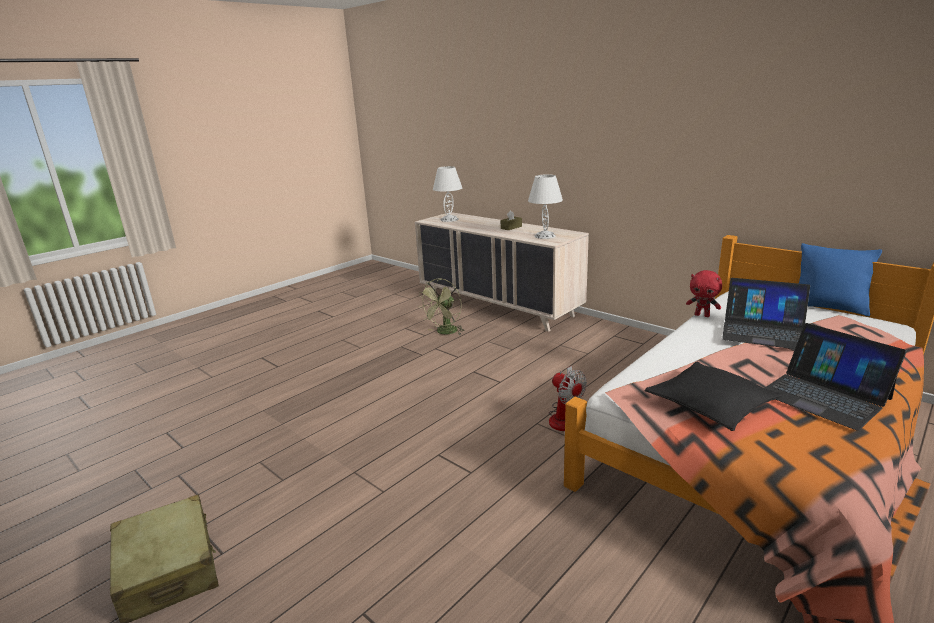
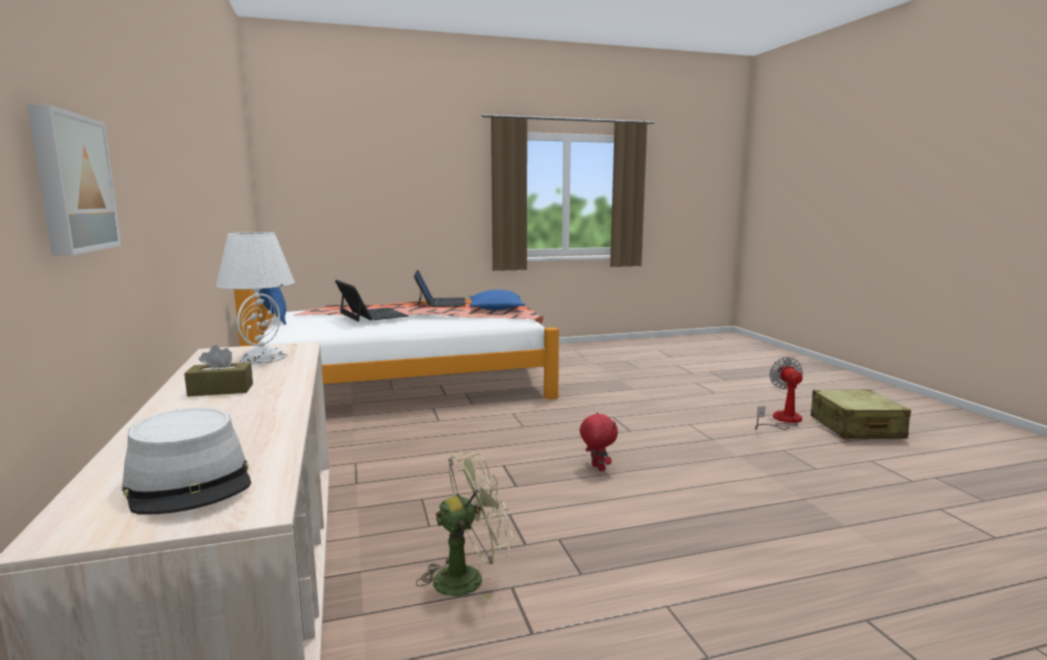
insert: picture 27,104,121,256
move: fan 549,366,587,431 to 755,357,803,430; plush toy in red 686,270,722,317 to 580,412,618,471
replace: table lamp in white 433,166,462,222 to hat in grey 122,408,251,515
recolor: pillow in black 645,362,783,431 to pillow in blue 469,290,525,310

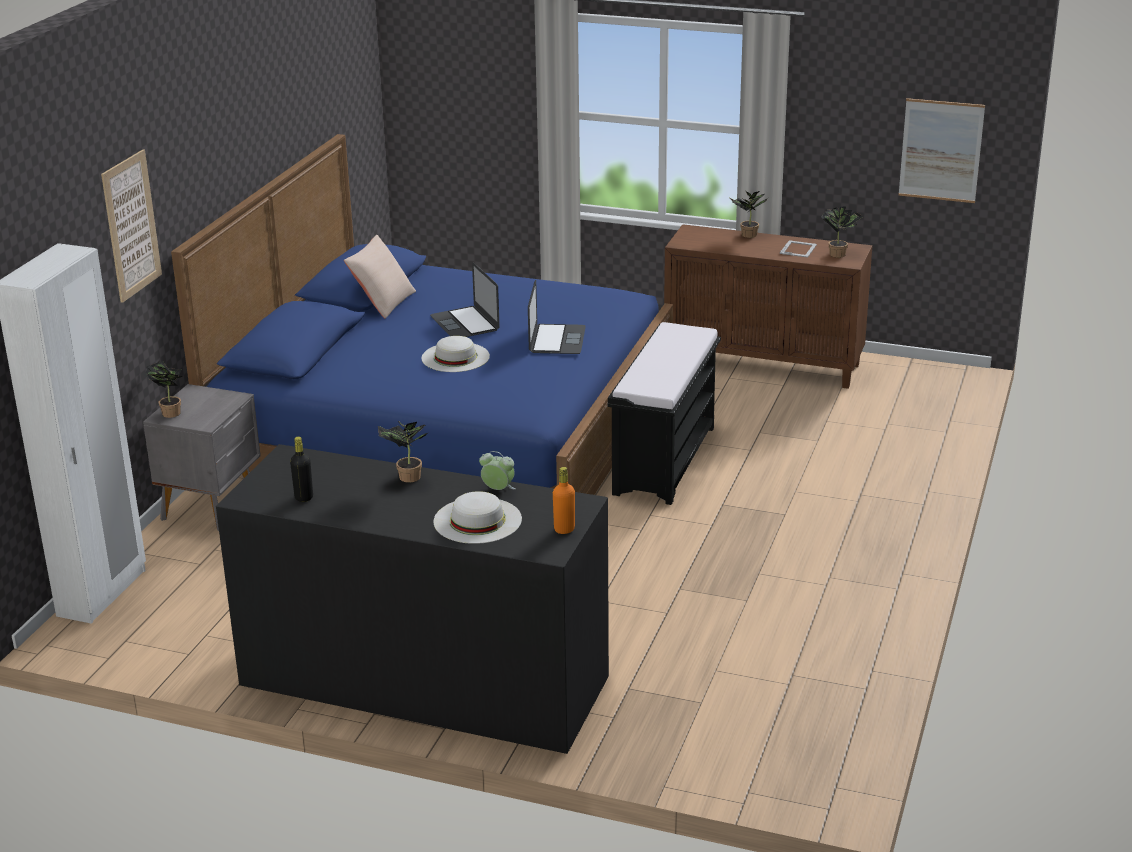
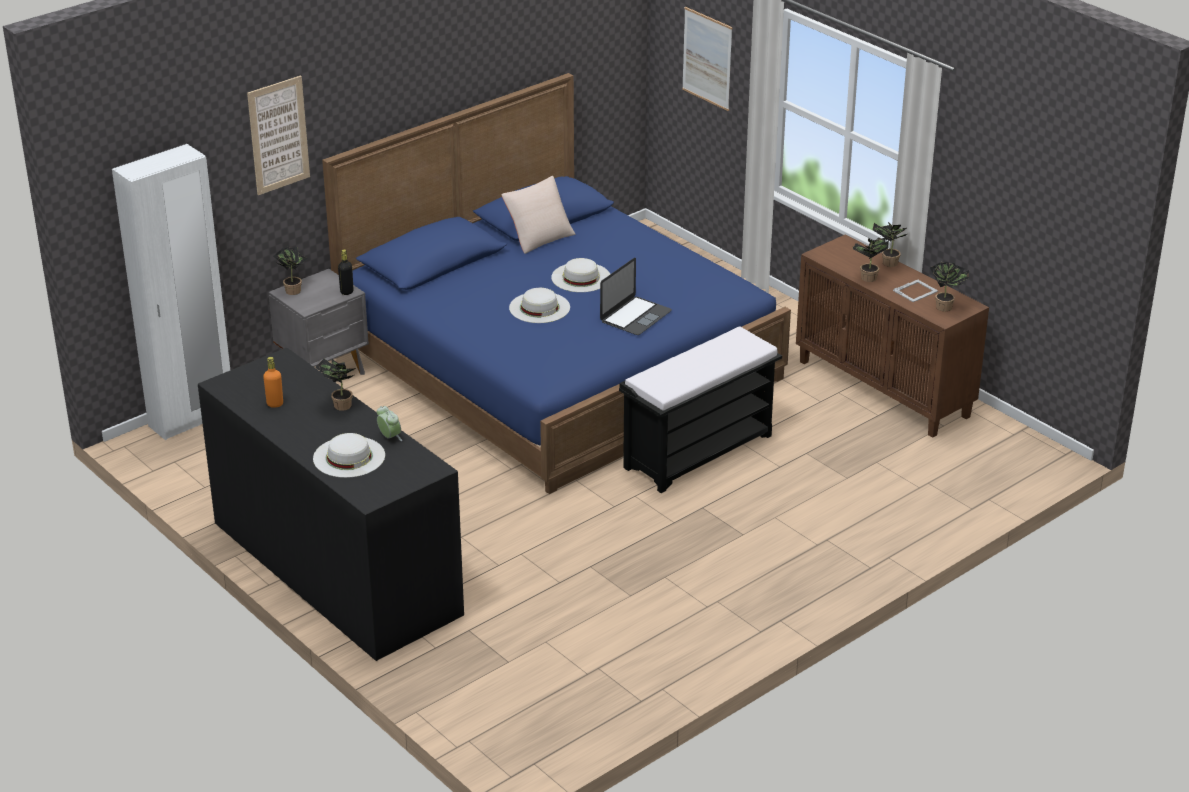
insert: potted plant 852,238,889,282
move: bottle in black 290,437,313,502 to 338,250,353,295; bottle in orange 553,467,575,534 to 263,357,283,408; picture 899,98,985,203 to 682,7,732,111
replace: laptop 430,262,500,337 to hat in white 551,258,610,292

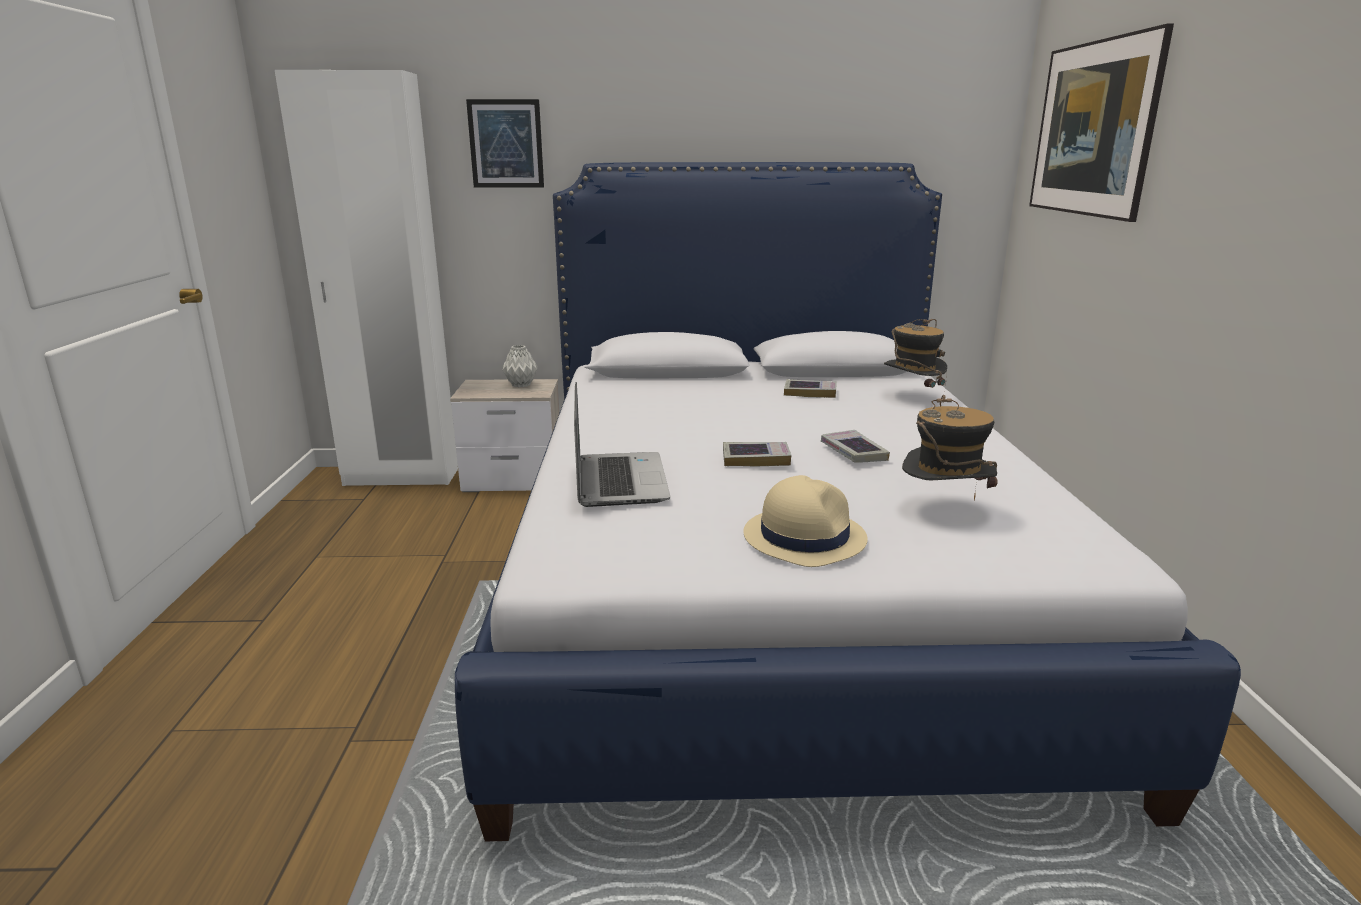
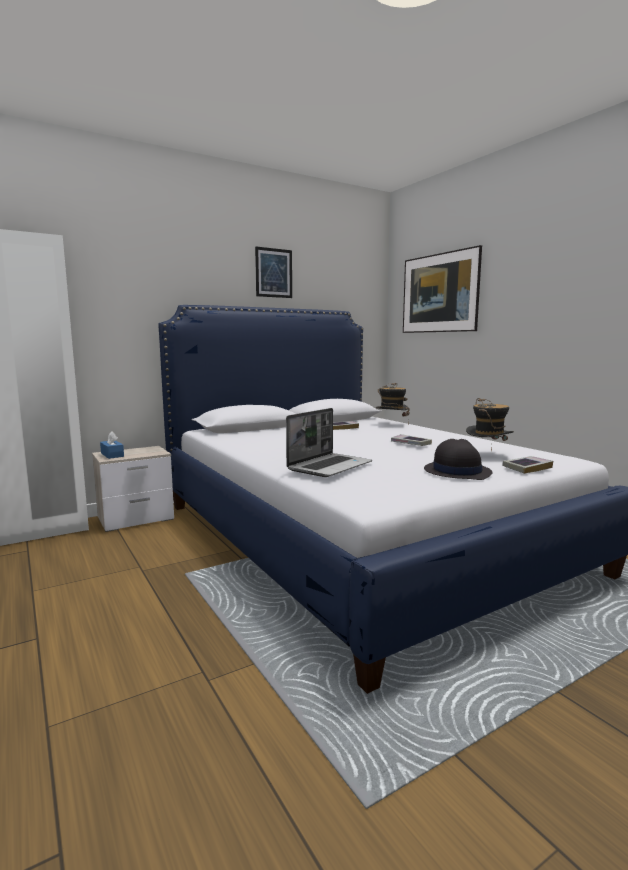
delete: vase in grey 502,345,538,387
insert: tissue box in blue 100,432,124,459
move: picture 466,99,544,188 to 255,247,292,298; book 723,442,792,466 to 502,456,553,474
recolor: hat in beige 743,475,868,567 to hat in black 424,439,493,480
rotate: laptop 574,382,670,507 = 286,408,372,477 75 degrees clockwise

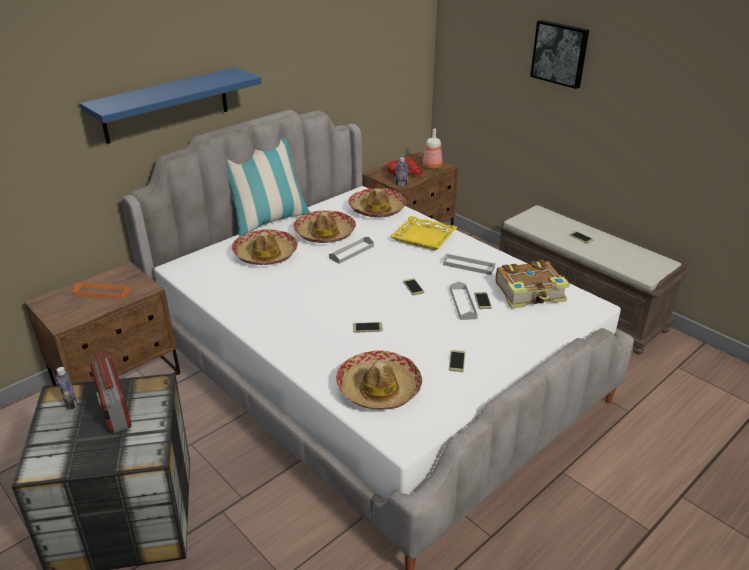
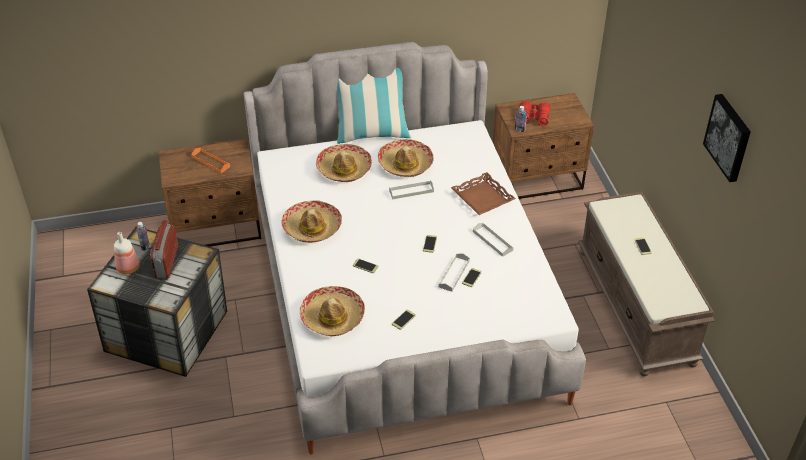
delete: shelf in blue 80,68,262,144; book 496,260,570,309
move: hat 348,188,406,218 to 281,200,342,243; bottle 423,128,442,170 to 114,232,140,274; picture 530,20,589,89 to 703,94,751,182
recolor: tray in yellow 390,216,457,250 to tray in brown 451,172,516,215

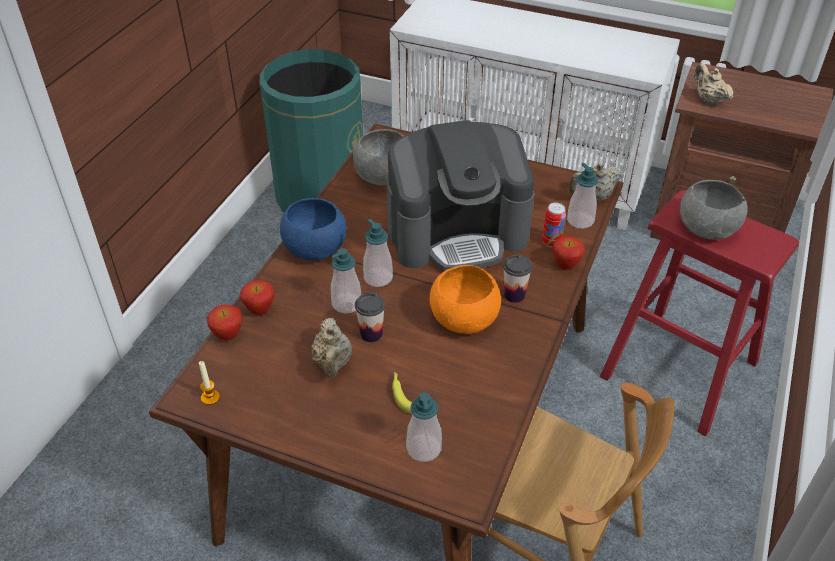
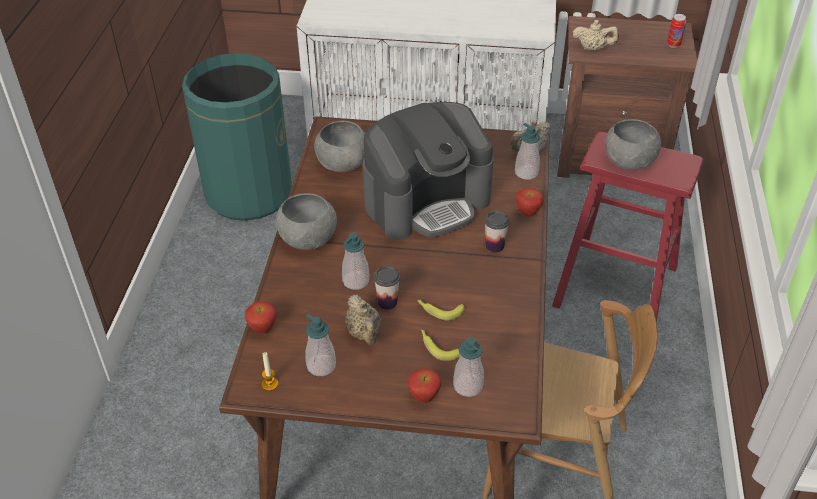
delete: bowl in orange 429,265,501,334
insert: banana 417,300,464,321
move: apple 240,280,275,315 to 408,368,441,403; soap dispenser 363,219,393,287 to 305,314,336,376; can 542,202,566,247 to 667,14,686,48
recolor: bowl in blue 280,198,347,260 to bowl in grey 276,193,337,250
rotate: teapot in beige 694,63,733,105 = 573,20,619,51 150 degrees clockwise

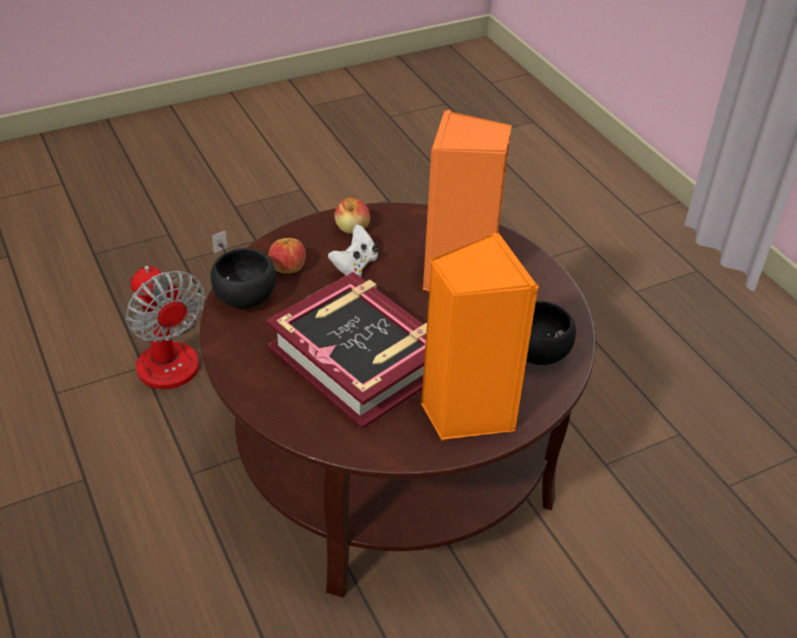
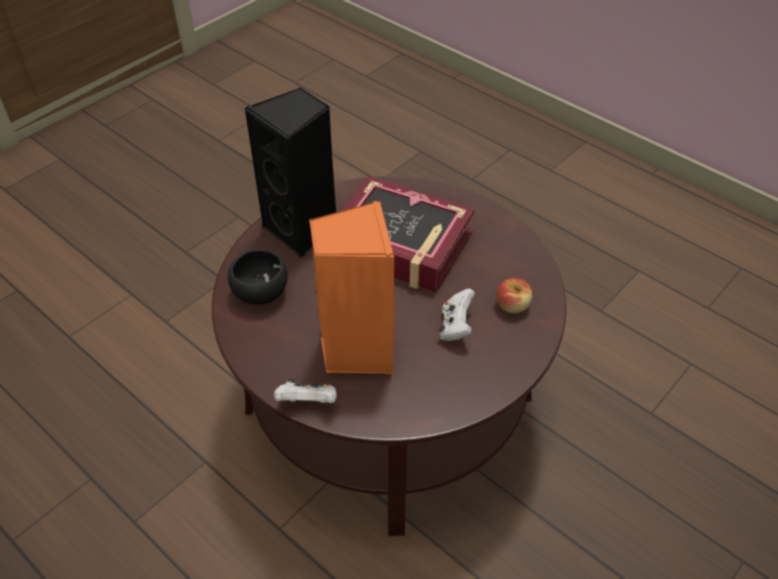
delete: fan 126,231,228,389; bowl in black 211,248,276,308; apple 334,198,370,234
insert: game controller in white 274,379,337,403
recolor: speaker in orange 421,232,539,441 to speaker in black 245,87,336,258

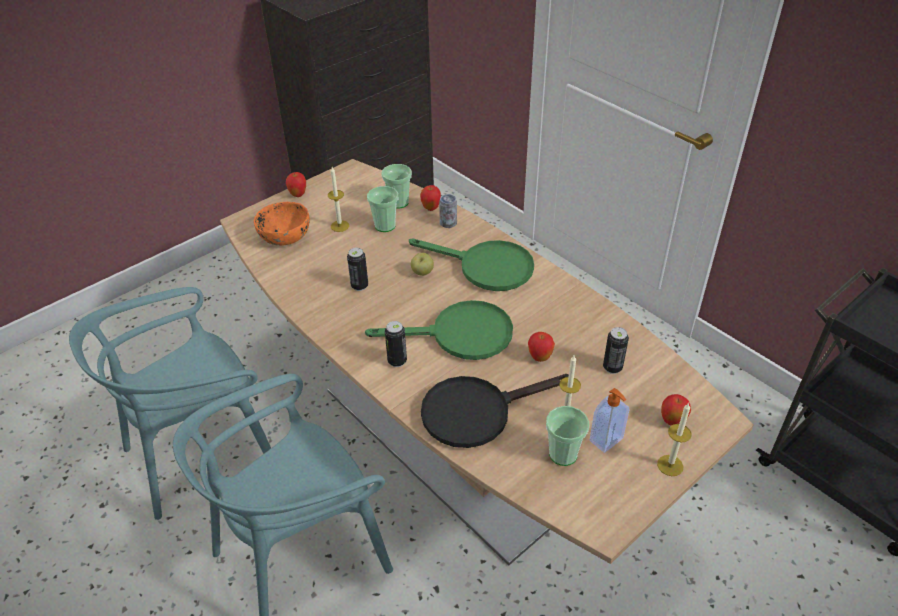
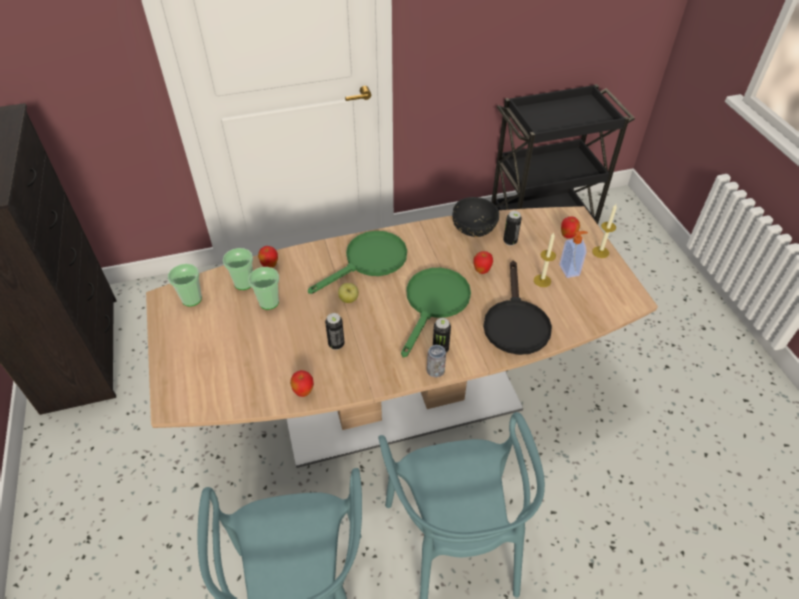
delete: bowl in orange 254,202,310,246; candle 328,167,349,232
insert: bowl in black 452,197,499,237
move: apple 286,172,306,197 to 290,370,314,397; can 439,194,457,228 to 427,345,446,377; cup 546,406,589,466 to 168,264,202,307

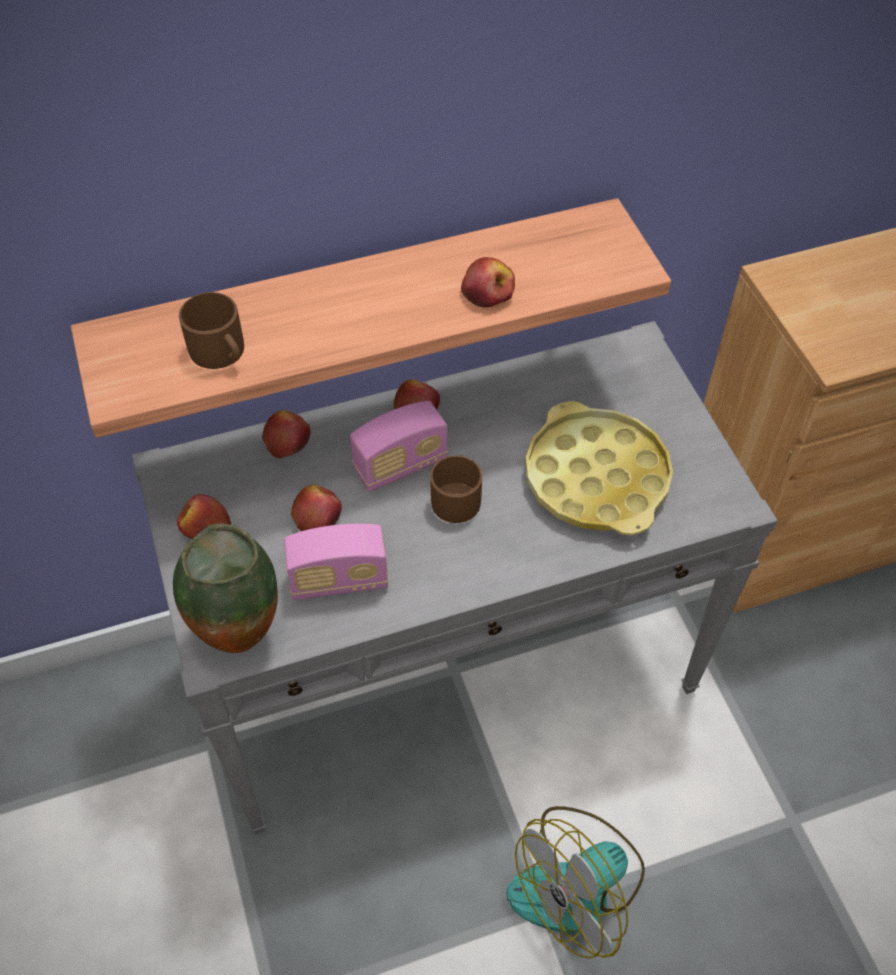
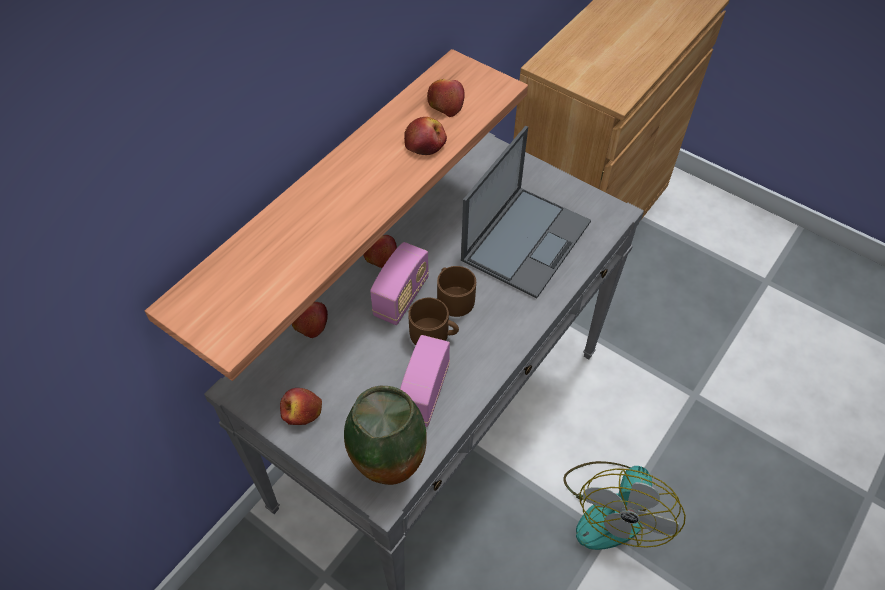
move: mug in brown 179,292,244,369 to 408,298,459,345; apple 291,485,342,531 to 427,79,465,117
replace: tray in yellow 525,401,673,535 to laptop 461,126,591,299
rotate: radio 284,523,389,600 = 400,335,450,427 150 degrees clockwise

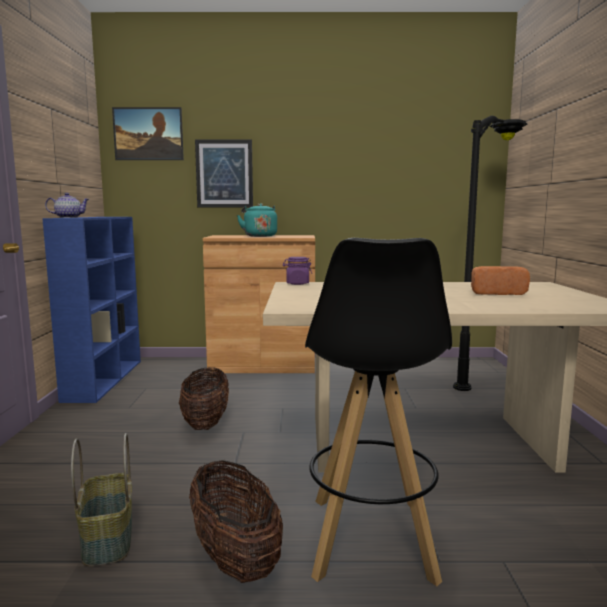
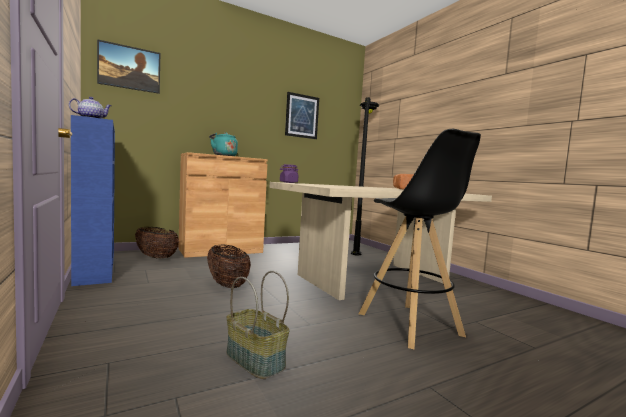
move: basket 189,461,283,583 to 135,227,179,258; picture 195,140,253,207 to 285,92,319,139

